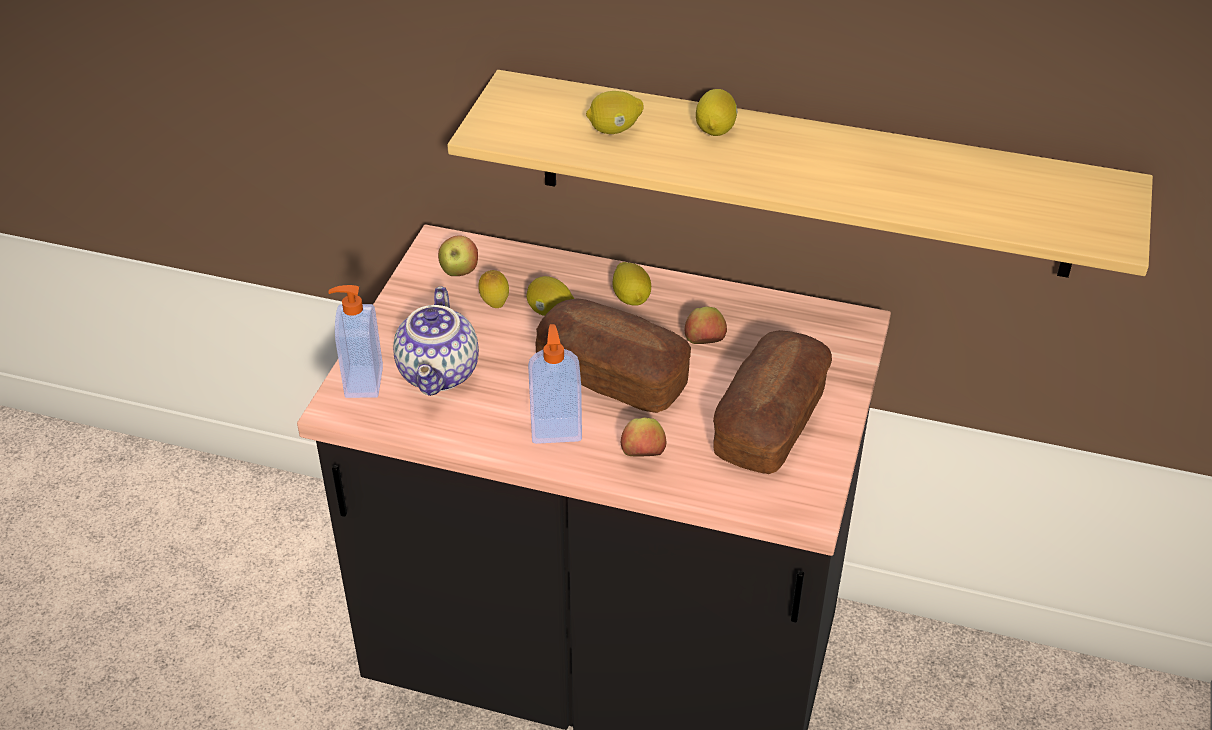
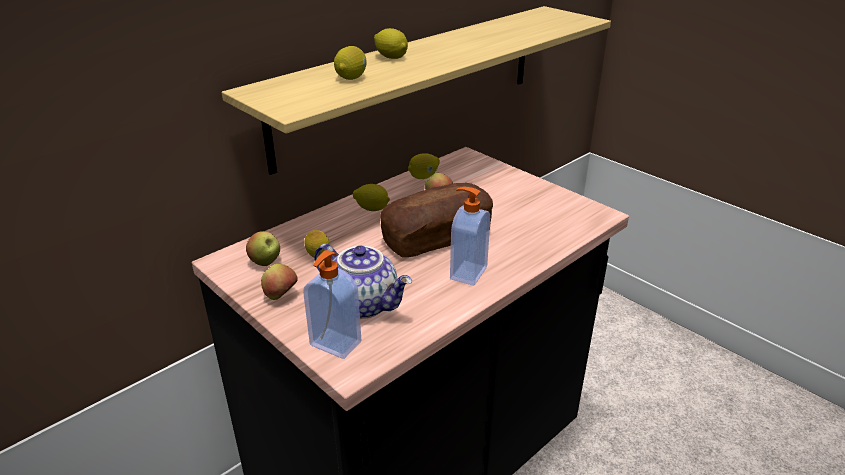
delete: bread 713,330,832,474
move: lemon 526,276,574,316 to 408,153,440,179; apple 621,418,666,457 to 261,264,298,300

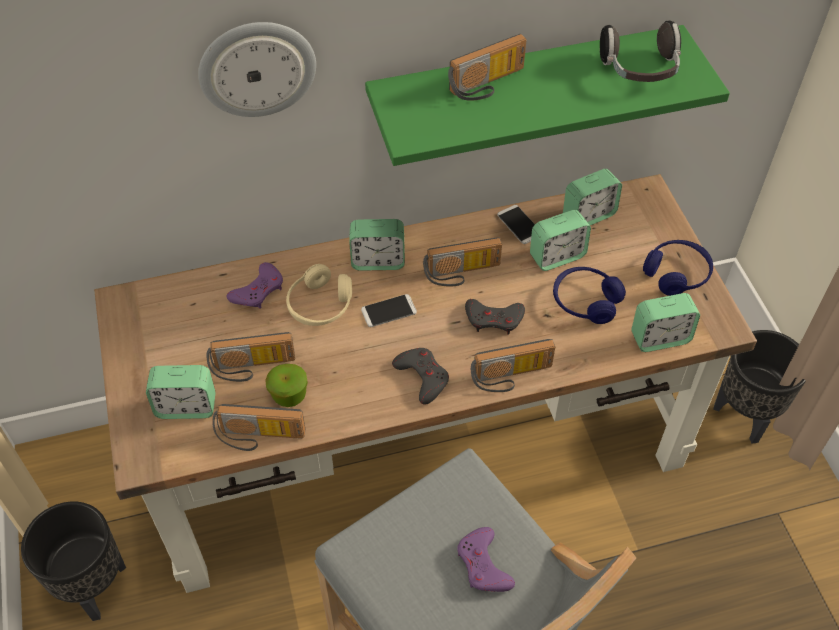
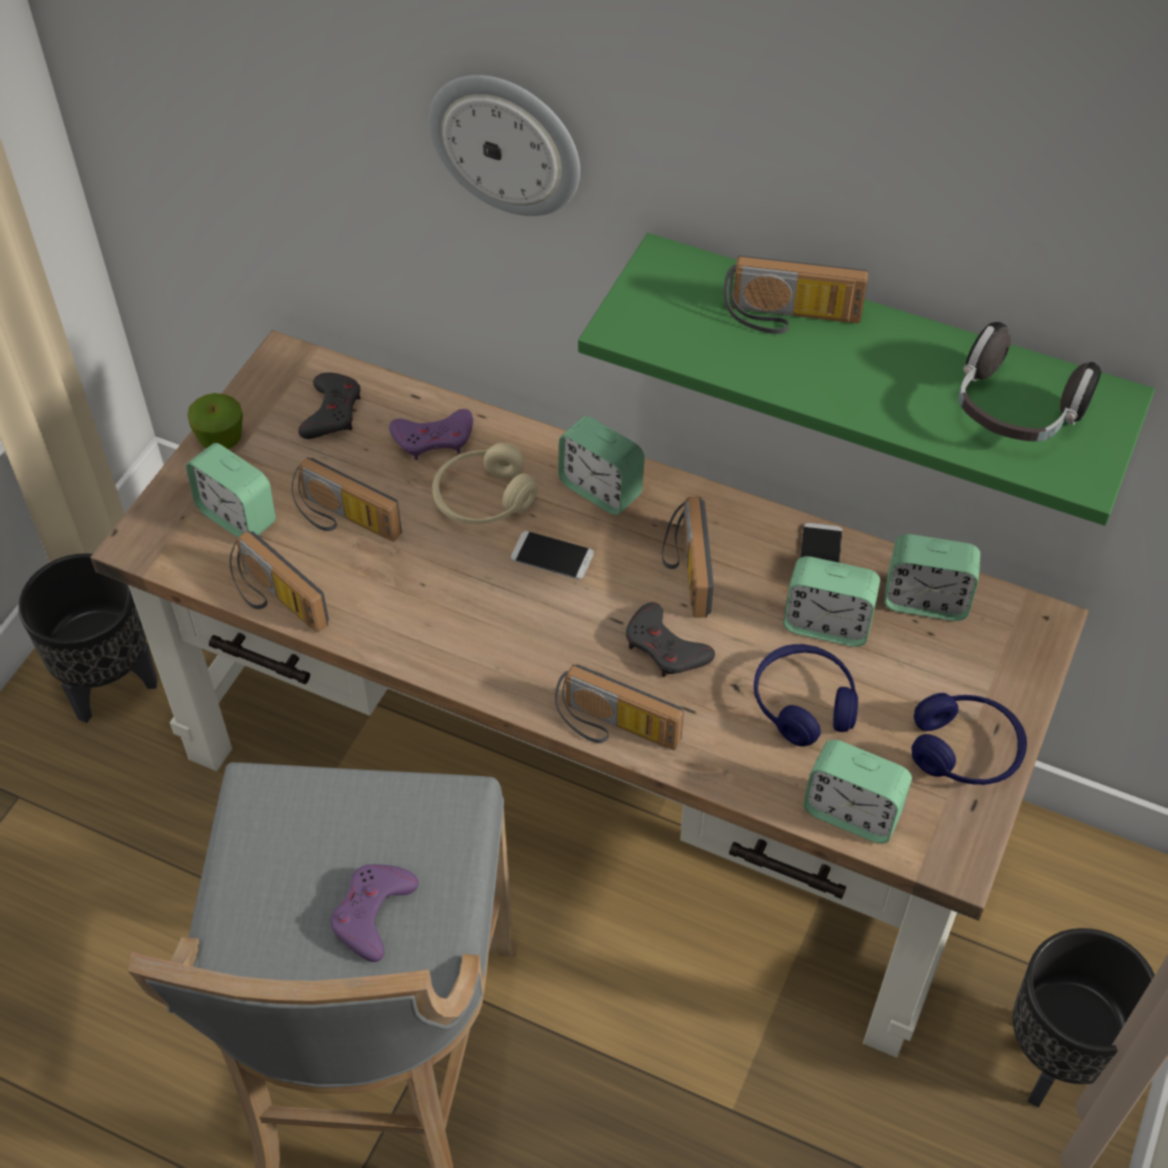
move: apple 265,364,308,407 to 187,393,243,449; game controller in grey 392,348,449,405 to 298,372,361,439
rotate: radio 423,237,502,287 = 662,497,714,618 60 degrees clockwise

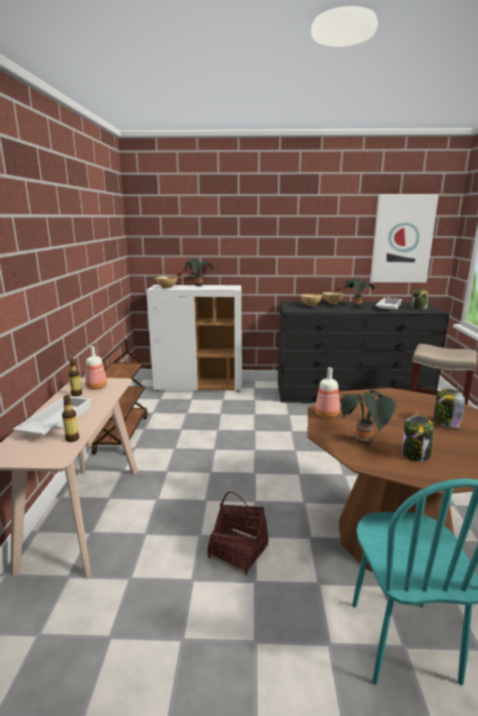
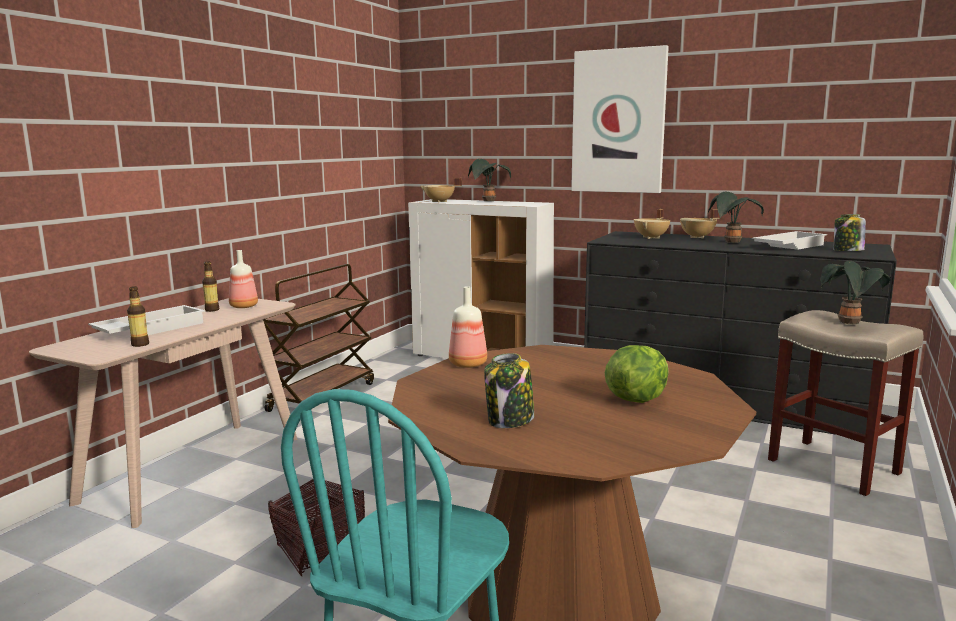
move: potted plant 340,390,396,445 to 820,261,890,324; picture 370,194,439,283 to 571,45,669,193
replace: jar 433,389,465,428 to lettuce 605,345,669,403

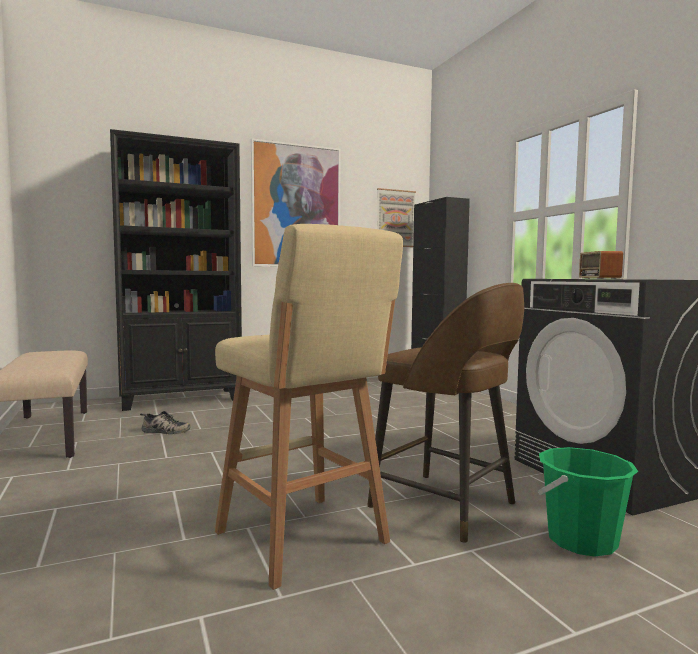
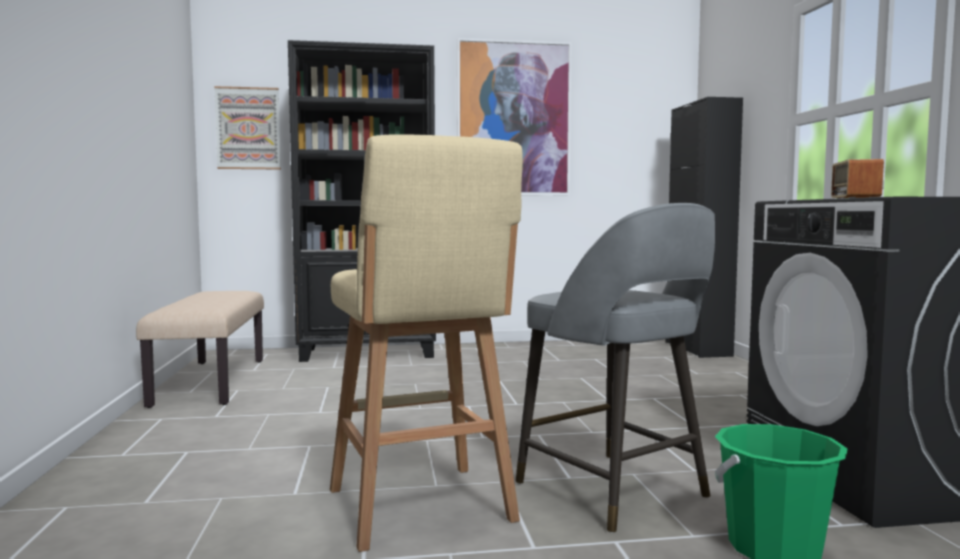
delete: shoe 140,411,190,434
move: picture 377,188,416,247 to 214,86,281,170
recolor: stool in brown 367,283,524,543 to stool in grey 516,203,715,533

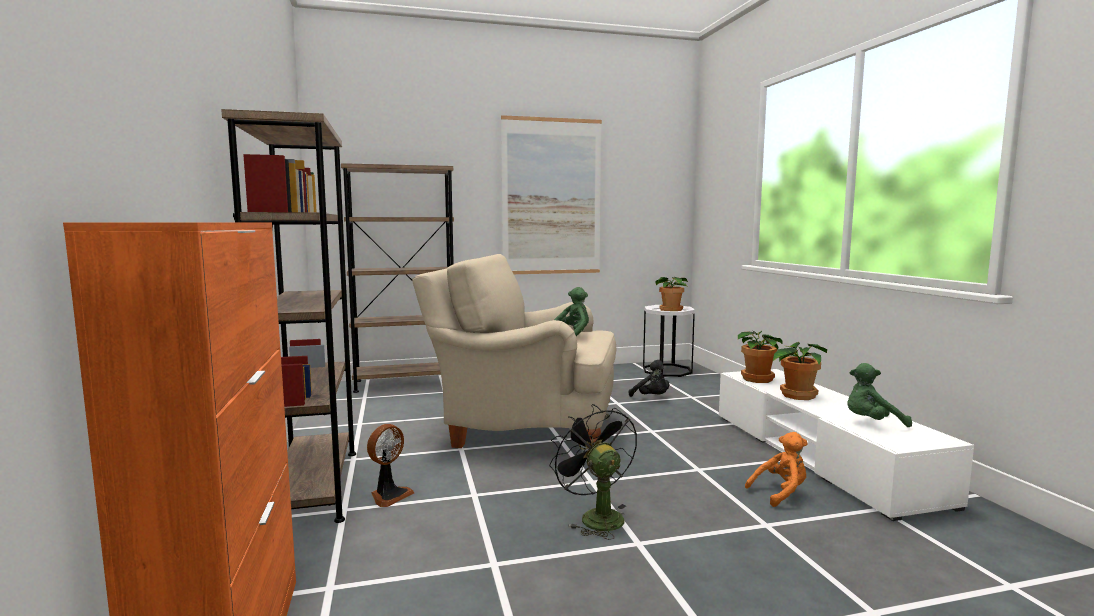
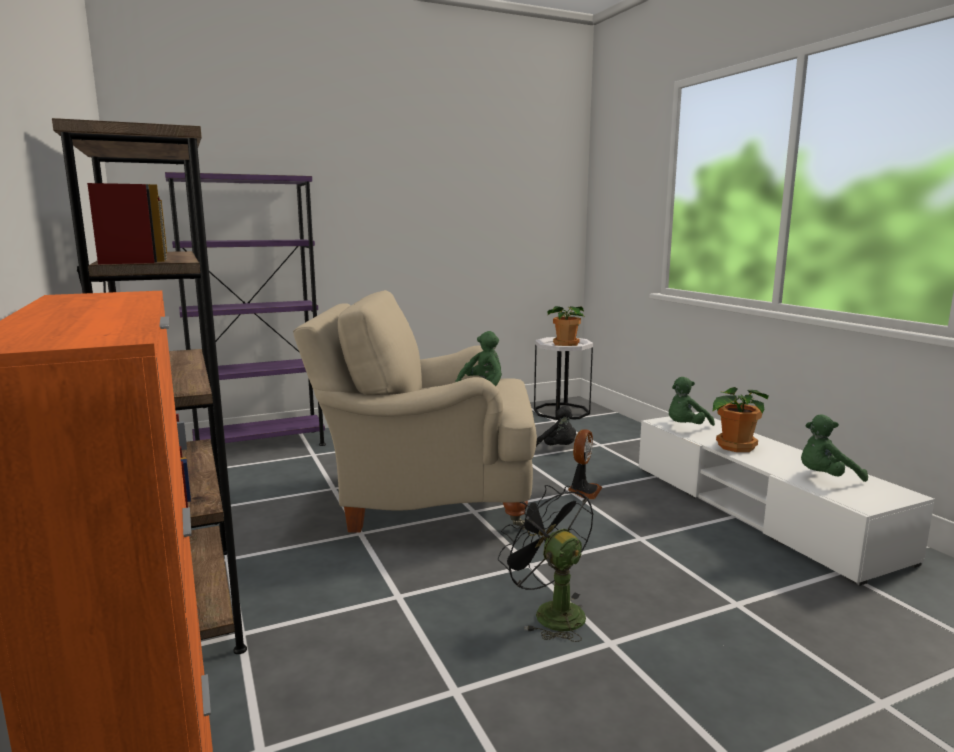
delete: picture 501,115,602,274; plush toy in orange 745,432,808,507
move: fan 367,424,414,507 to 568,430,602,499
replace: potted plant 738,331,782,383 to plush toy in green 669,377,715,426
recolor: bookcase in brown 341,163,454,393 to bookcase in purple 165,172,326,446

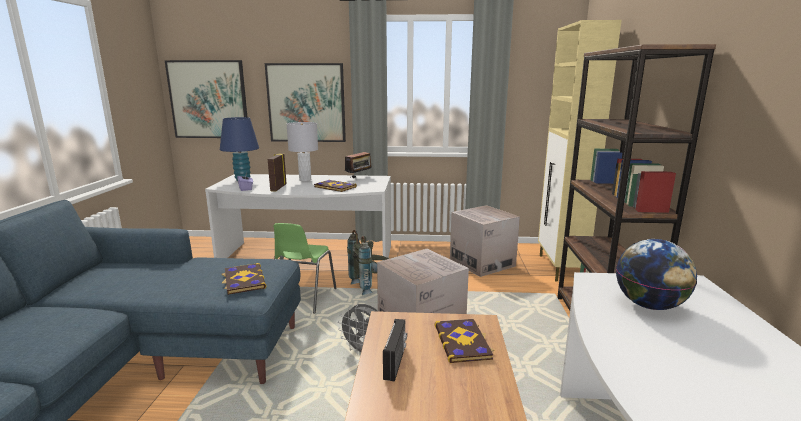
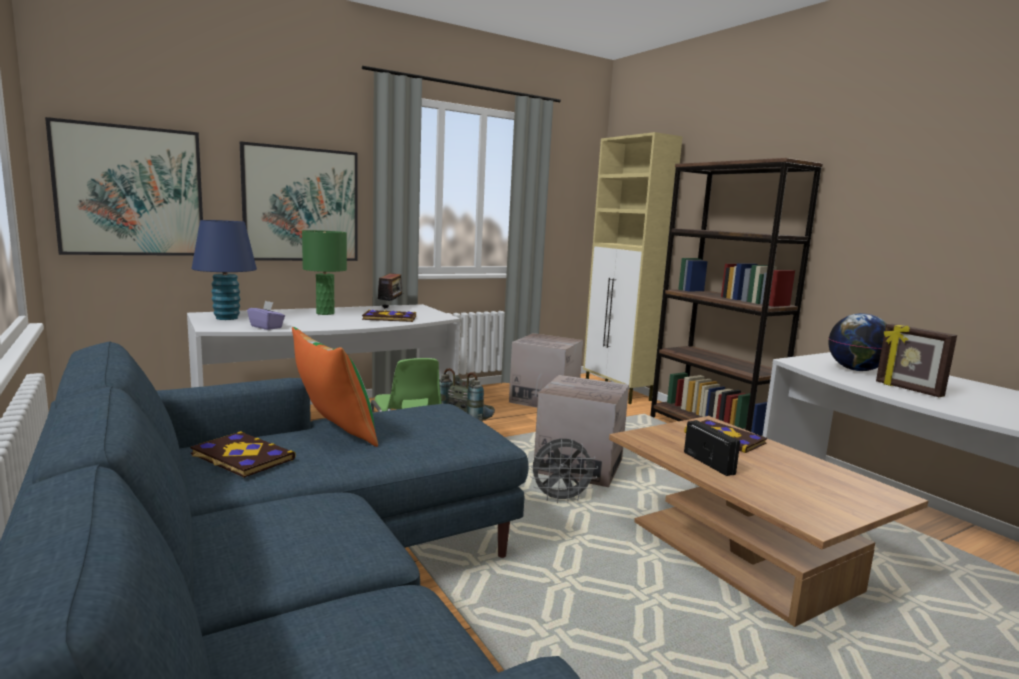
insert: pillow 292,327,378,447
move: book 221,263,266,295 to 190,431,296,478; picture frame 268,154,287,191 to 876,324,957,397
recolor: table lamp in grey 287,122,318,181 to table lamp in green 302,230,347,315

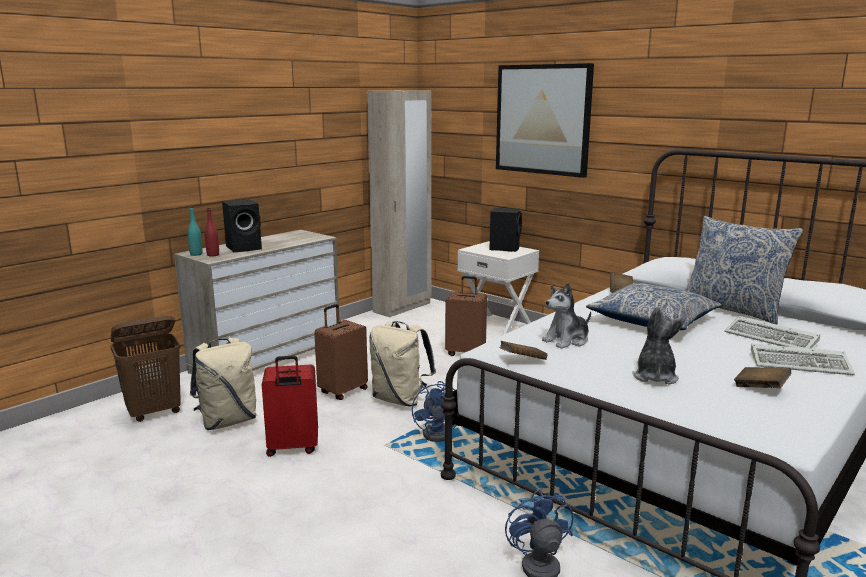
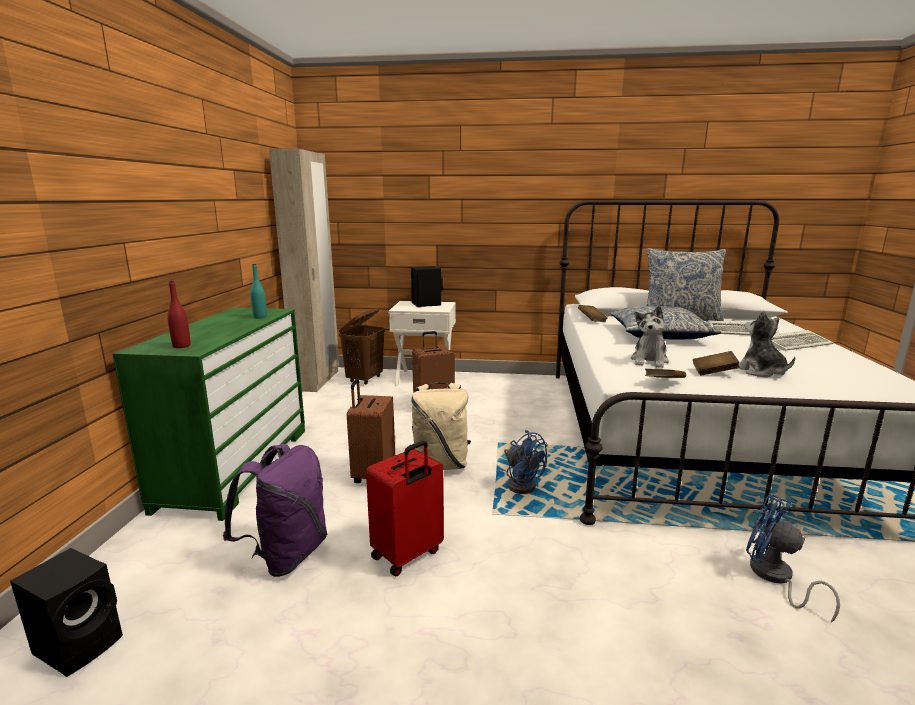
delete: picture 496,63,594,178
move: laundry basket in brown 110,316,181,422 to 339,308,385,385; bottle in turquoise 188,207,202,256 to 250,264,267,319; speaker in black 222,199,262,252 to 10,548,123,677; book in brown 734,367,791,388 to 693,351,740,376
recolor: dresser in beige 174,230,340,374 to dresser in green 112,308,305,521; backpack in beige 190,337,257,430 to backpack in purple 223,444,327,577

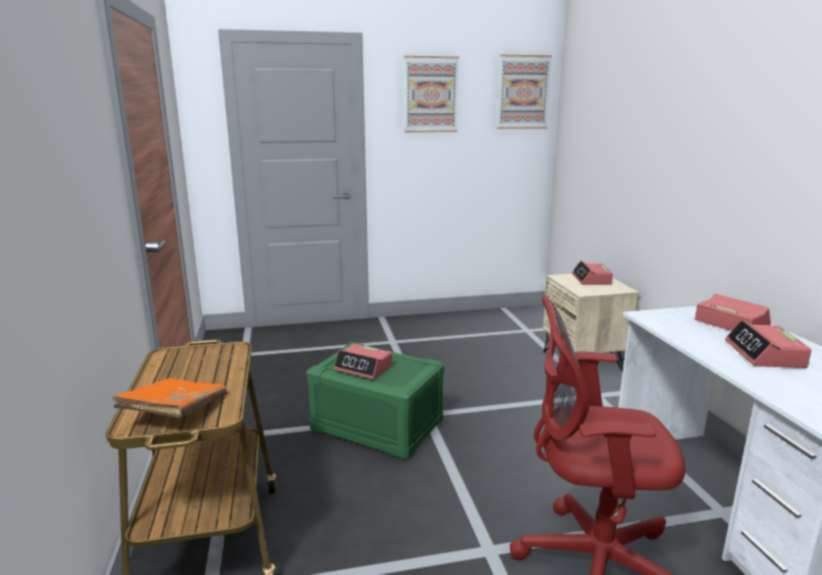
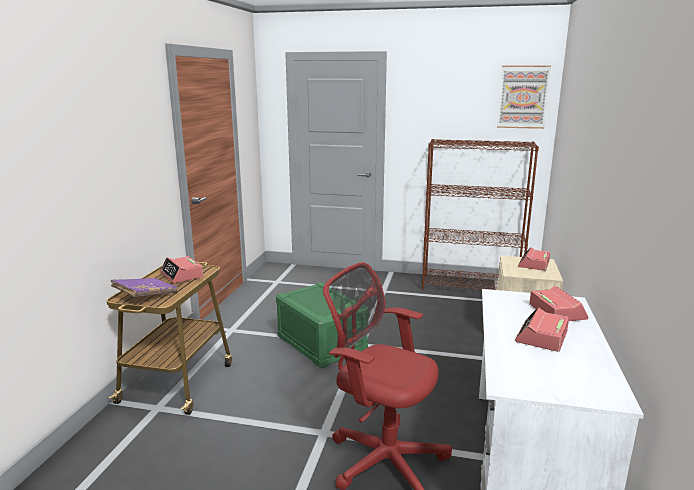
delete: picture 404,56,459,132
insert: bookcase in brown 422,139,539,290
move: alarm clock 334,344,392,379 to 160,256,203,283
recolor: book in orange 112,378,227,418 to book in purple 110,278,178,297

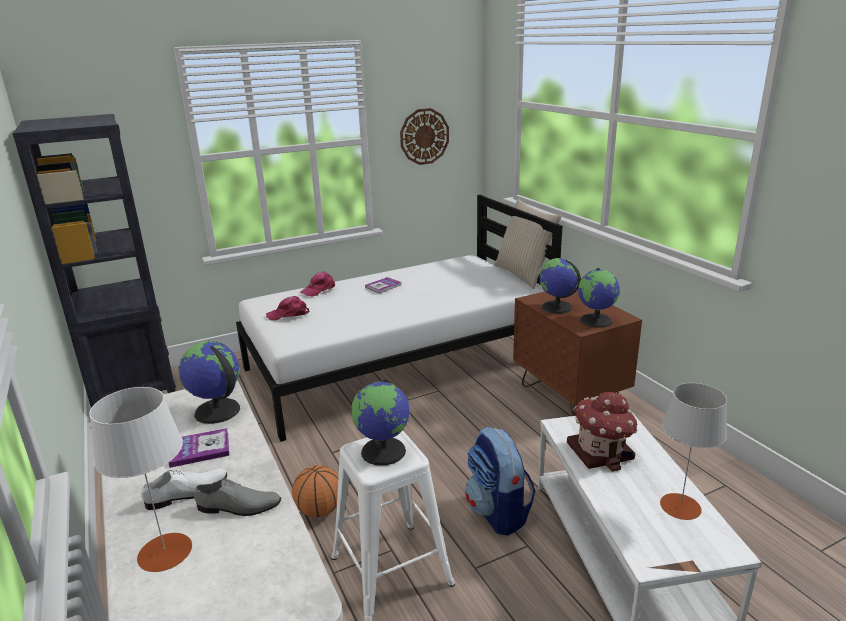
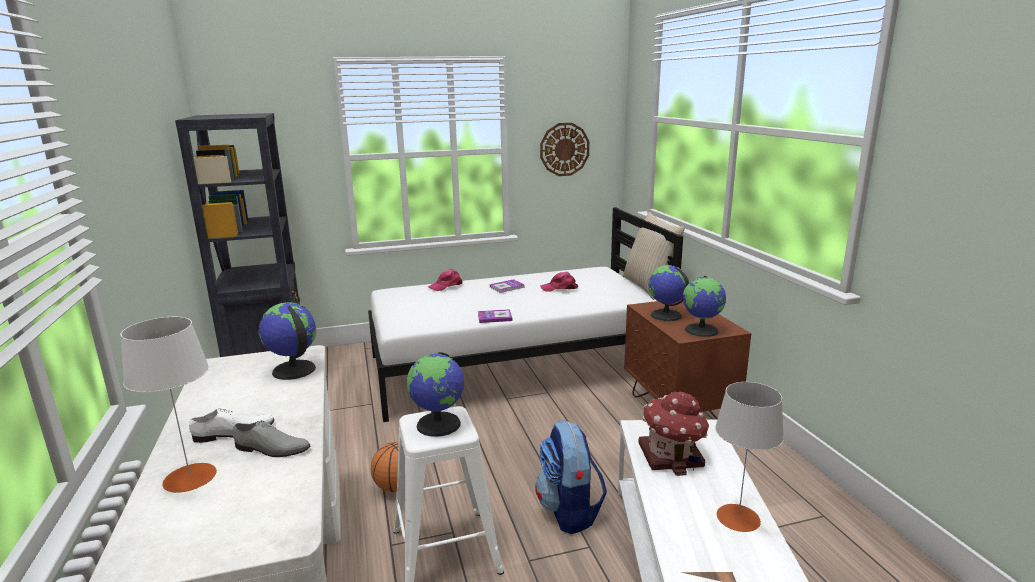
move: book 168,428,229,468 to 478,309,513,323; cap in pink 266,296,309,320 to 540,272,578,292

